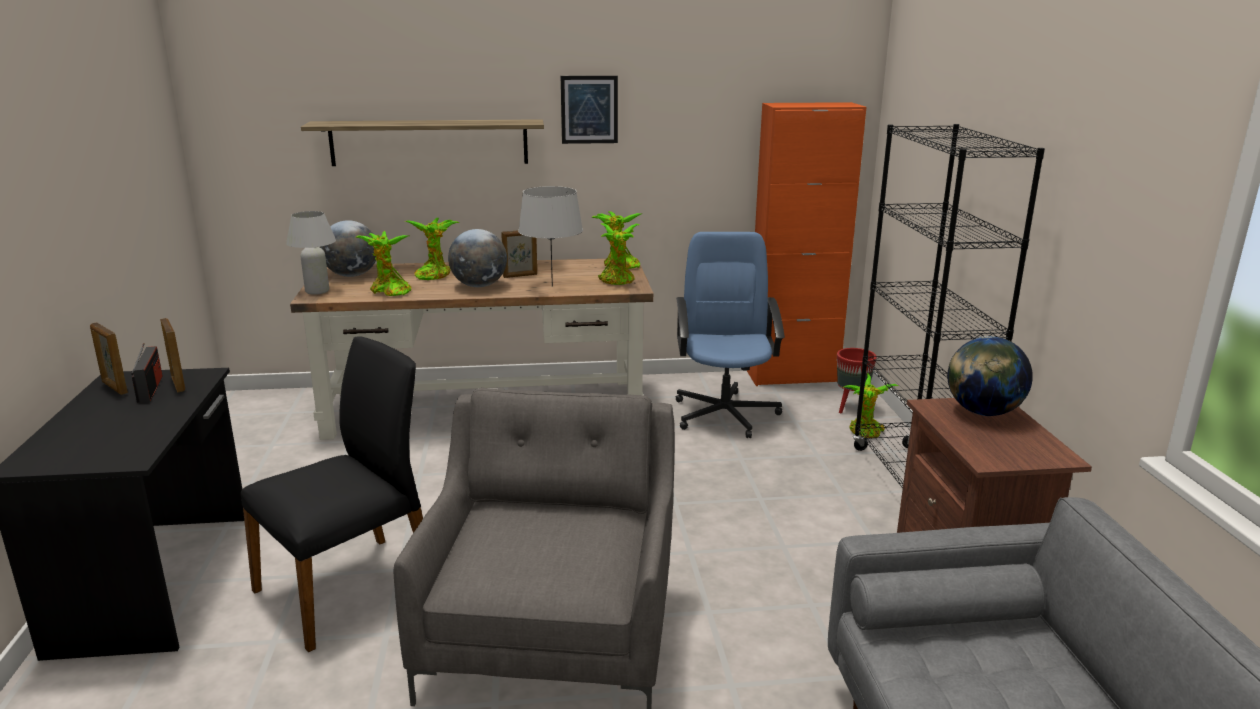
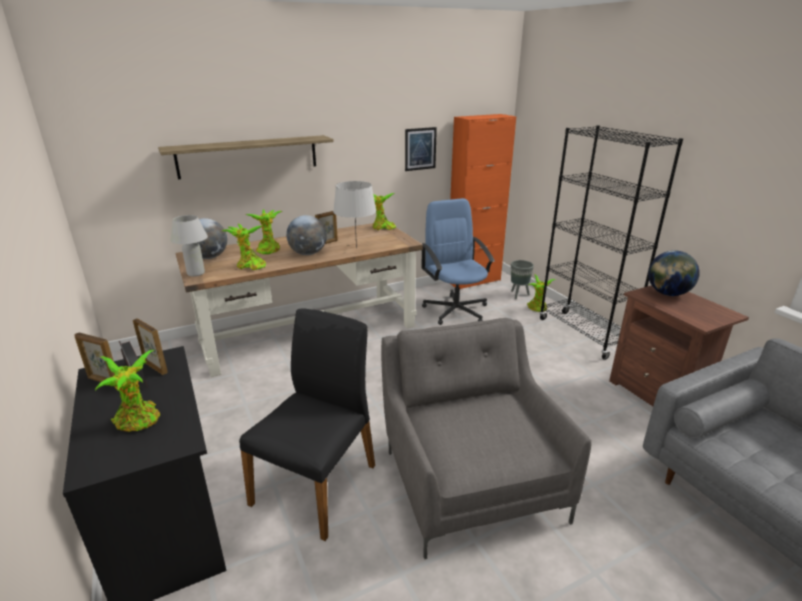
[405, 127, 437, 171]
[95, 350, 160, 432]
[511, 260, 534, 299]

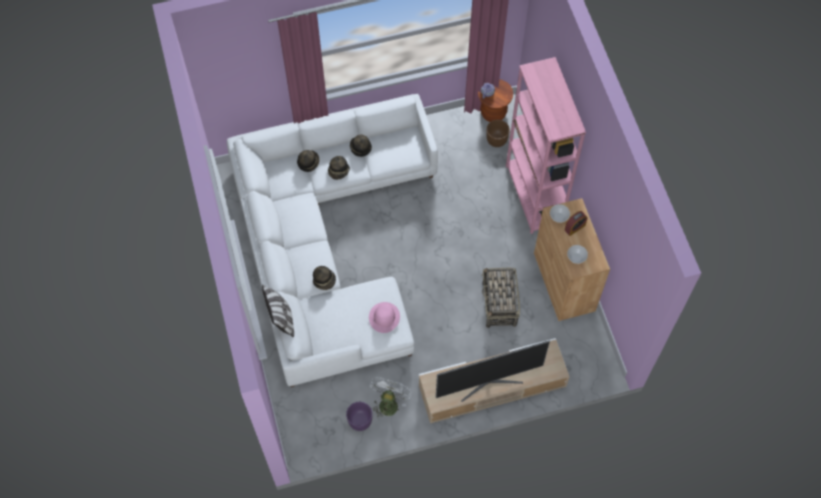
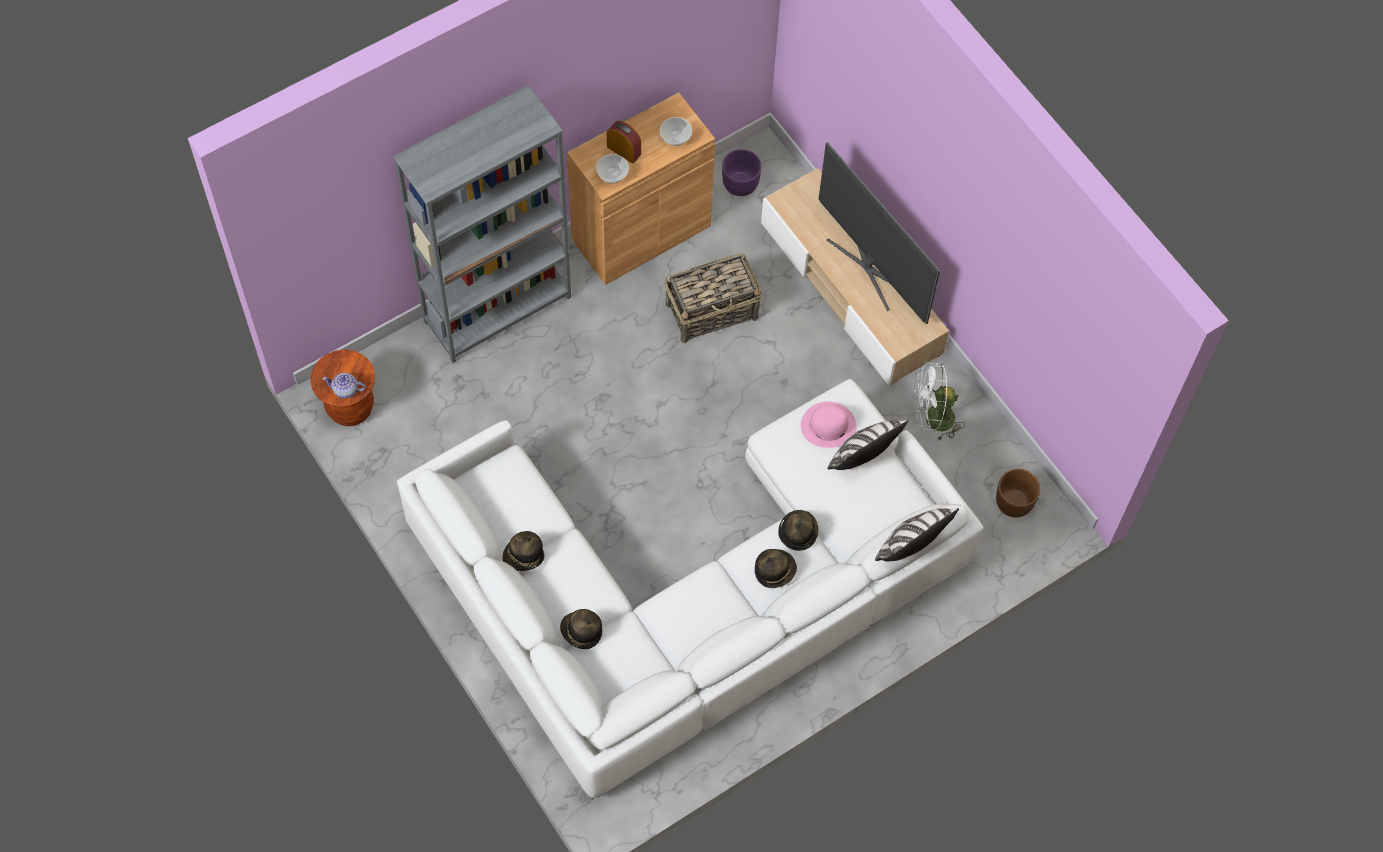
[393, 85, 571, 363]
[996, 469, 1040, 518]
[755, 549, 797, 588]
[722, 149, 761, 196]
[827, 420, 908, 470]

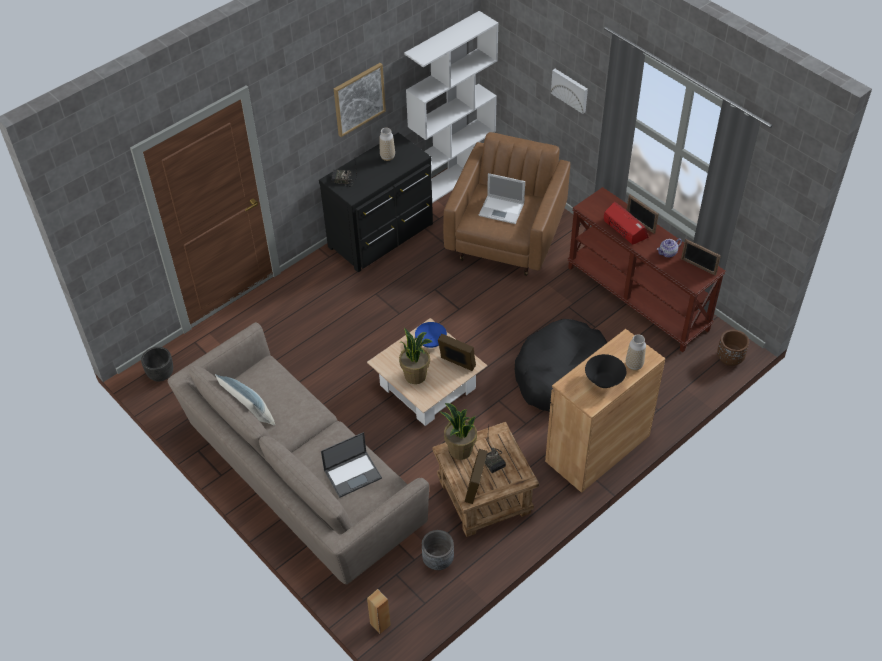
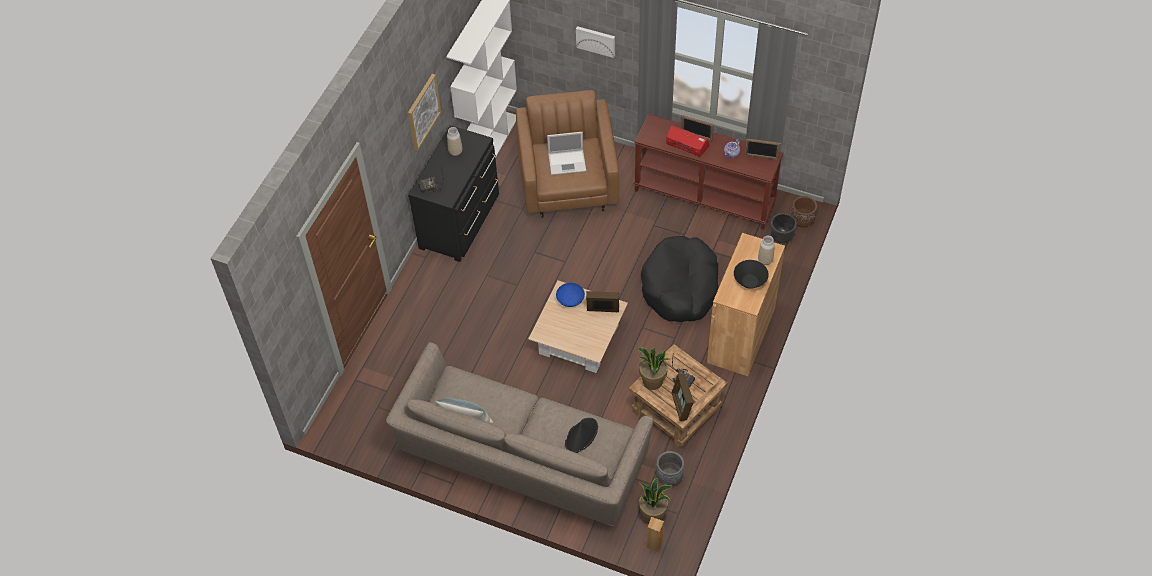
[639, 477, 673, 523]
[770, 213, 797, 243]
[565, 418, 598, 453]

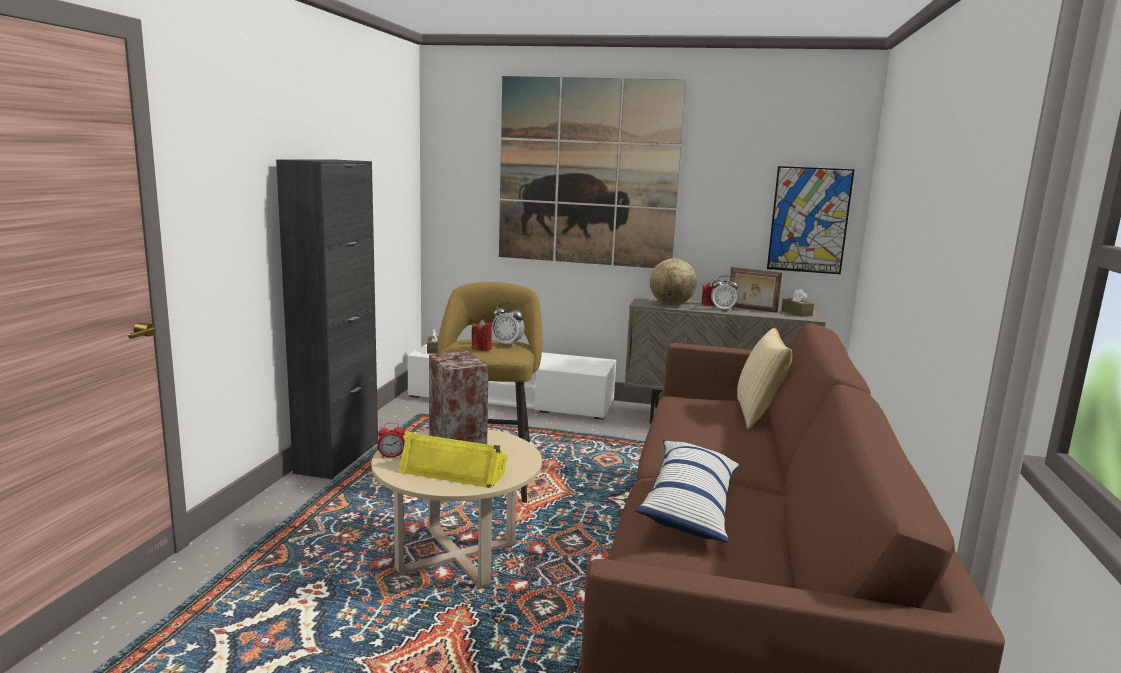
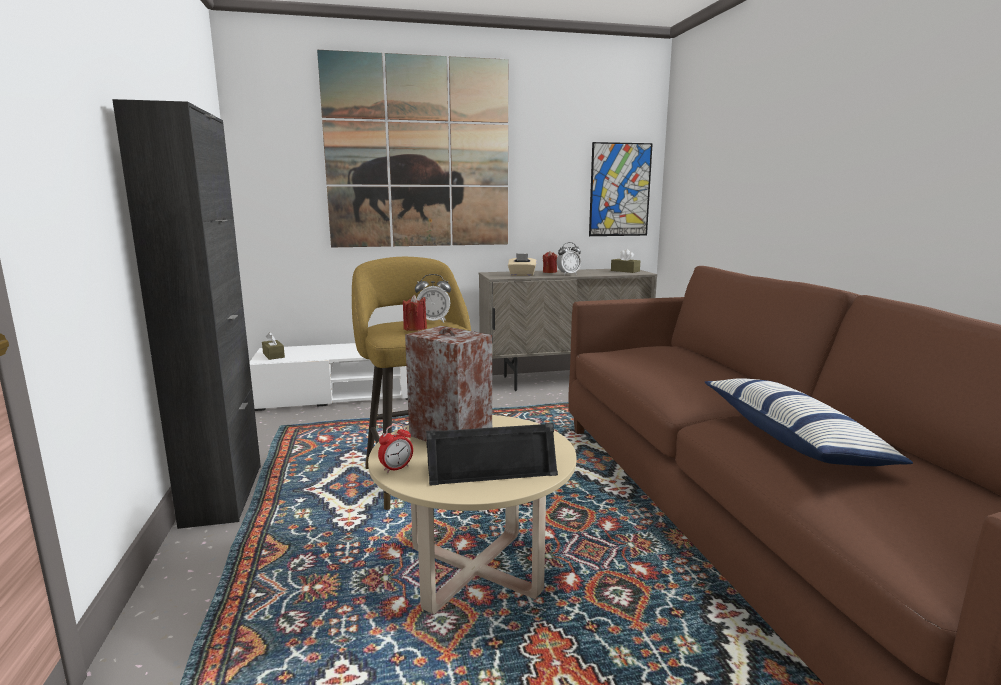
[508, 253, 537, 276]
[729, 267, 782, 313] (first image)
[737, 328, 792, 429] (first image)
[427, 423, 558, 486]

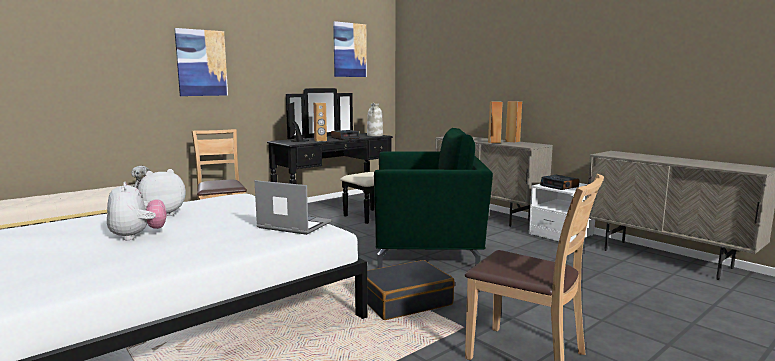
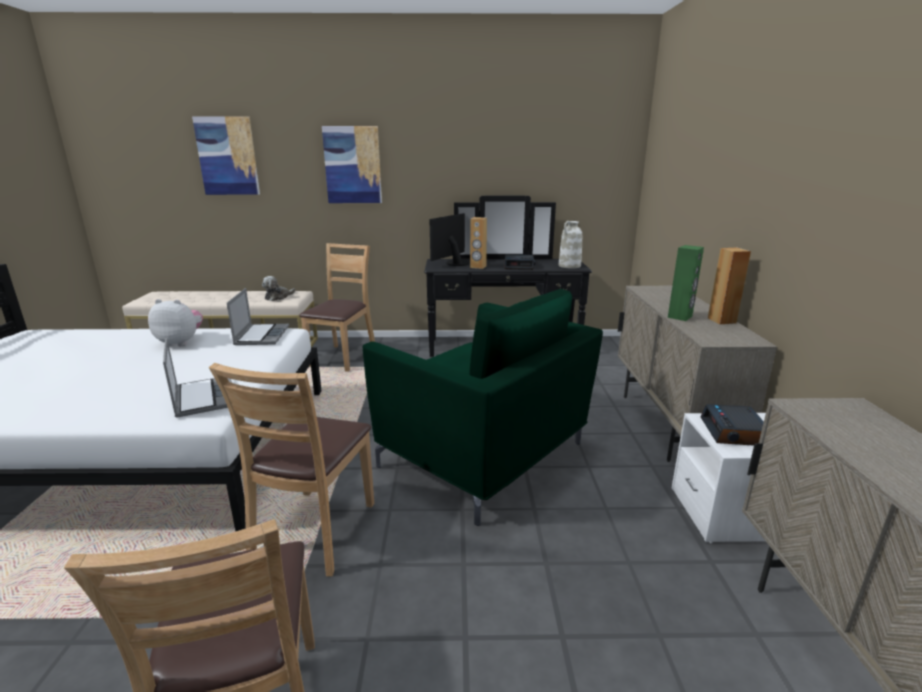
[192, 116, 260, 195]
[668, 245, 704, 321]
[107, 182, 166, 240] (first image)
[209, 363, 374, 576]
[227, 288, 289, 345]

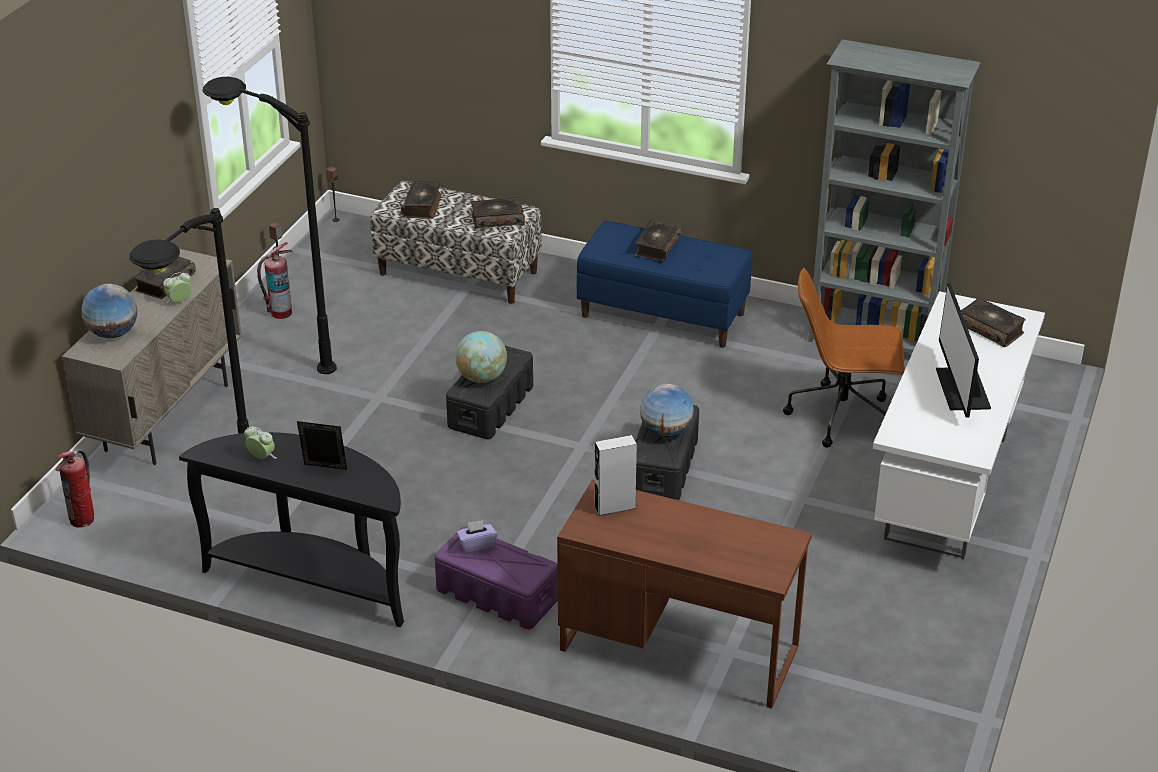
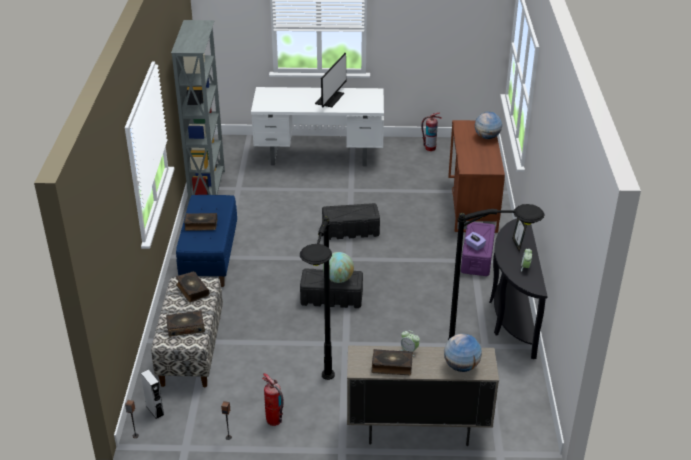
[783, 268, 905, 448] (first image)
[315, 53, 347, 107]
[961, 298, 1025, 347] (first image)
[475, 112, 502, 139]
[141, 369, 164, 419]
[421, 113, 442, 151]

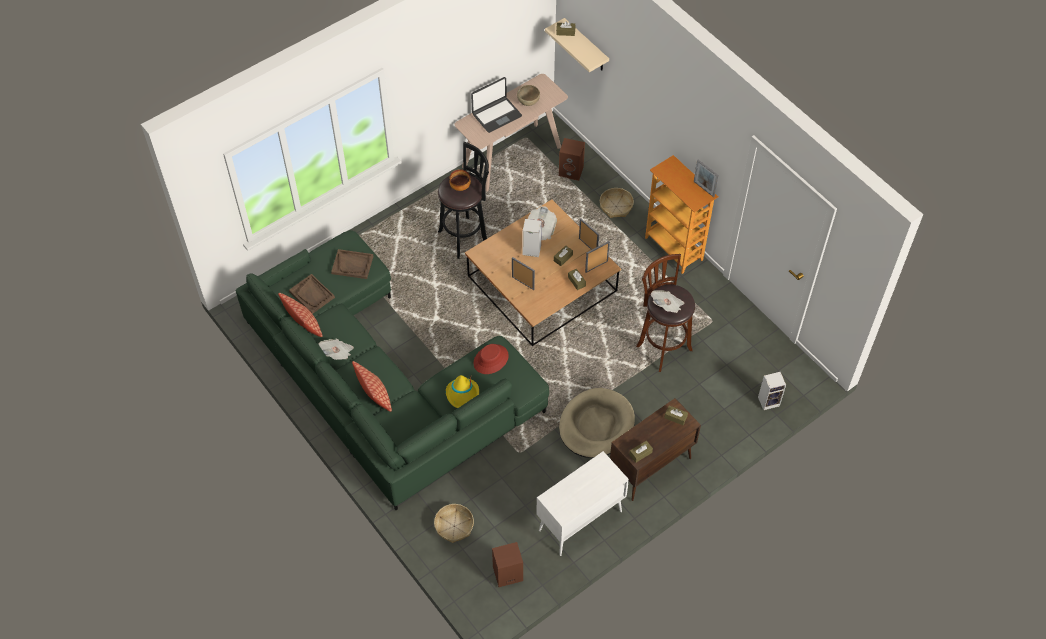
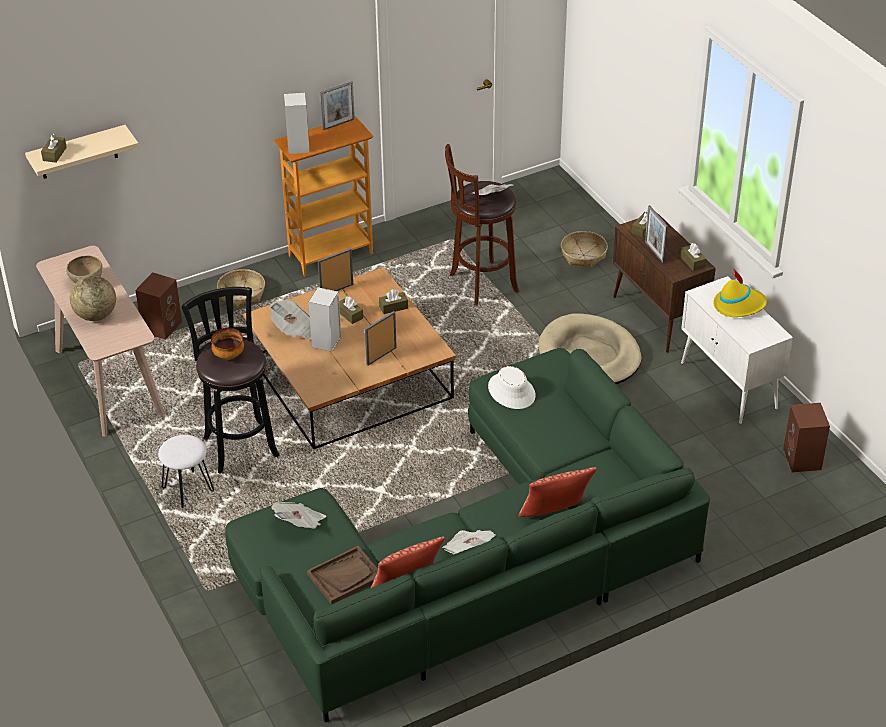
[70, 276, 116, 321]
[645, 205, 668, 263]
[271, 502, 326, 529]
[488, 366, 536, 409]
[284, 92, 310, 154]
[713, 268, 767, 317]
[561, 231, 608, 268]
[158, 435, 214, 508]

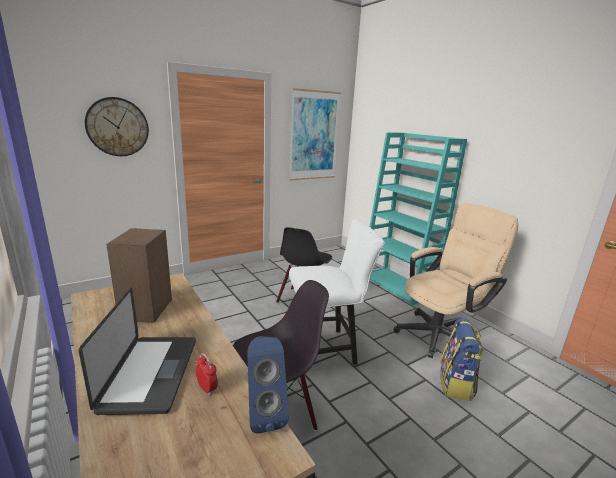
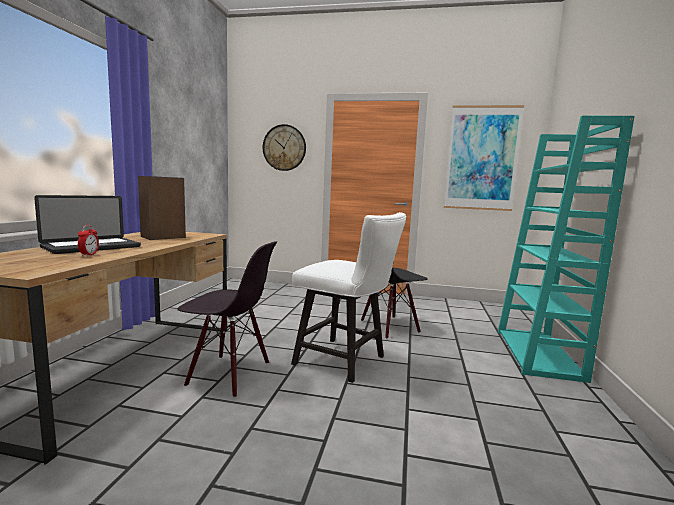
[393, 203, 519, 358] (first image)
[440, 318, 482, 401] (first image)
[247, 336, 289, 434] (first image)

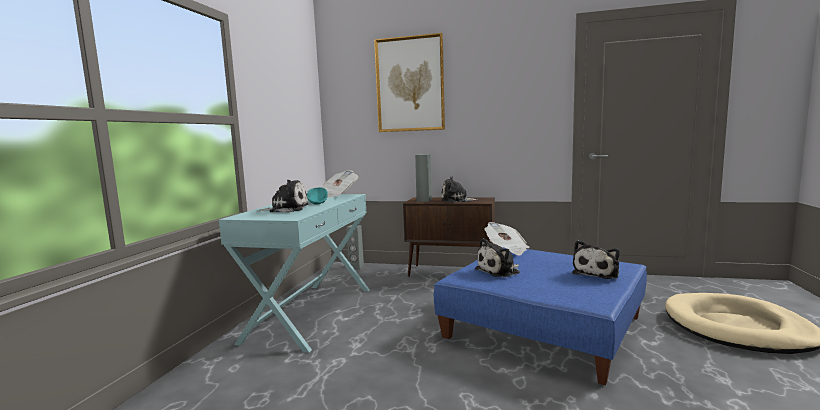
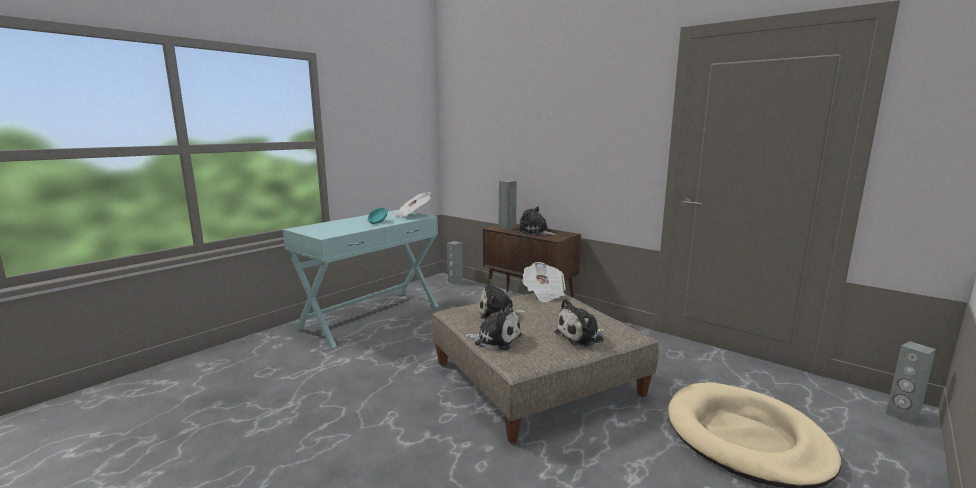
[374, 33, 445, 132] (first image)
[464, 304, 522, 350]
[432, 293, 659, 444]
[886, 341, 936, 424]

